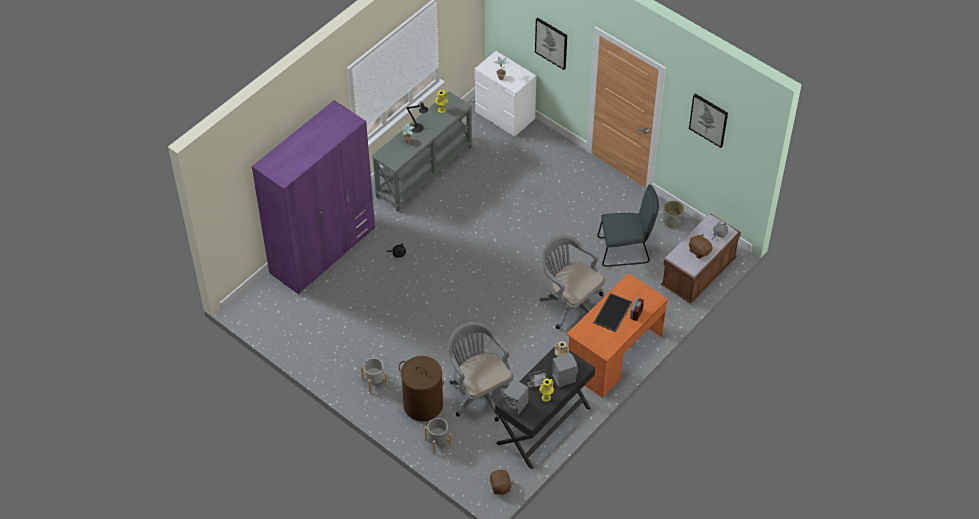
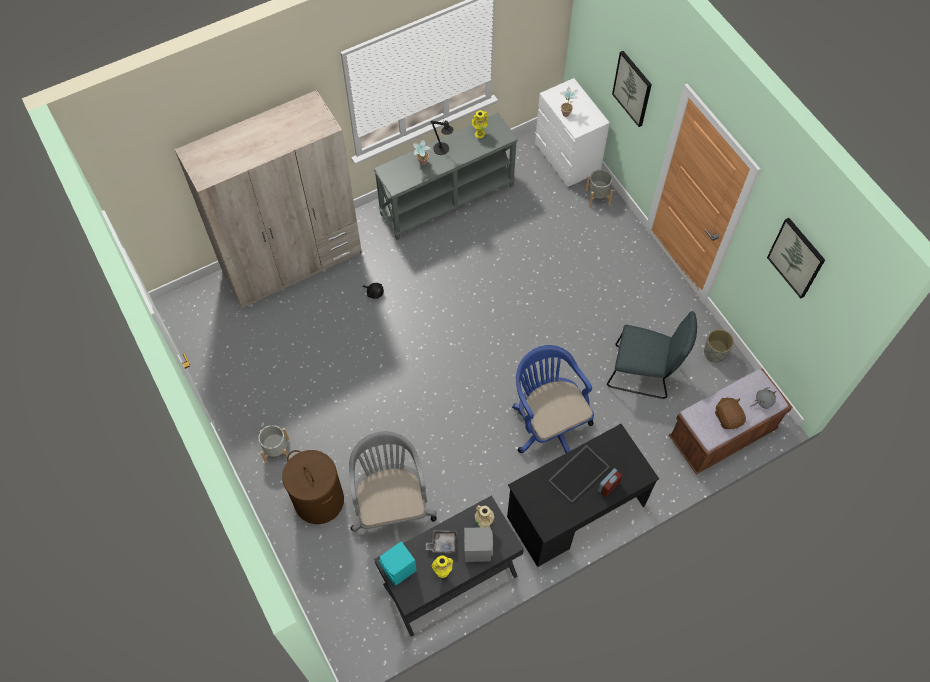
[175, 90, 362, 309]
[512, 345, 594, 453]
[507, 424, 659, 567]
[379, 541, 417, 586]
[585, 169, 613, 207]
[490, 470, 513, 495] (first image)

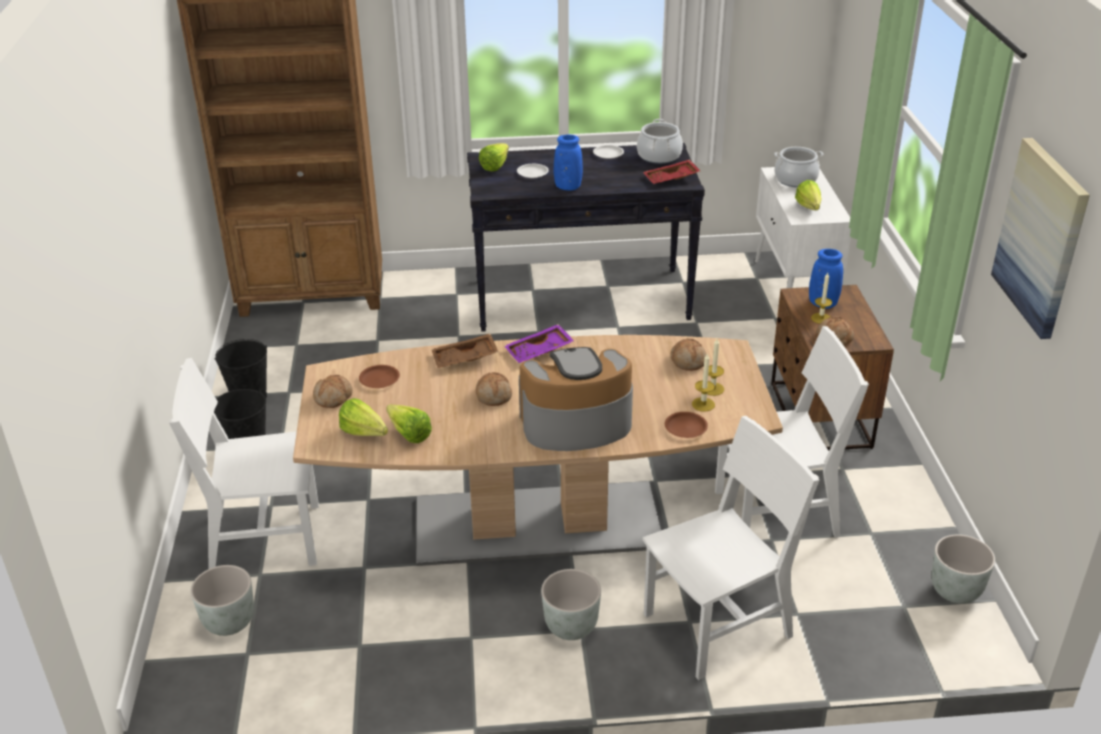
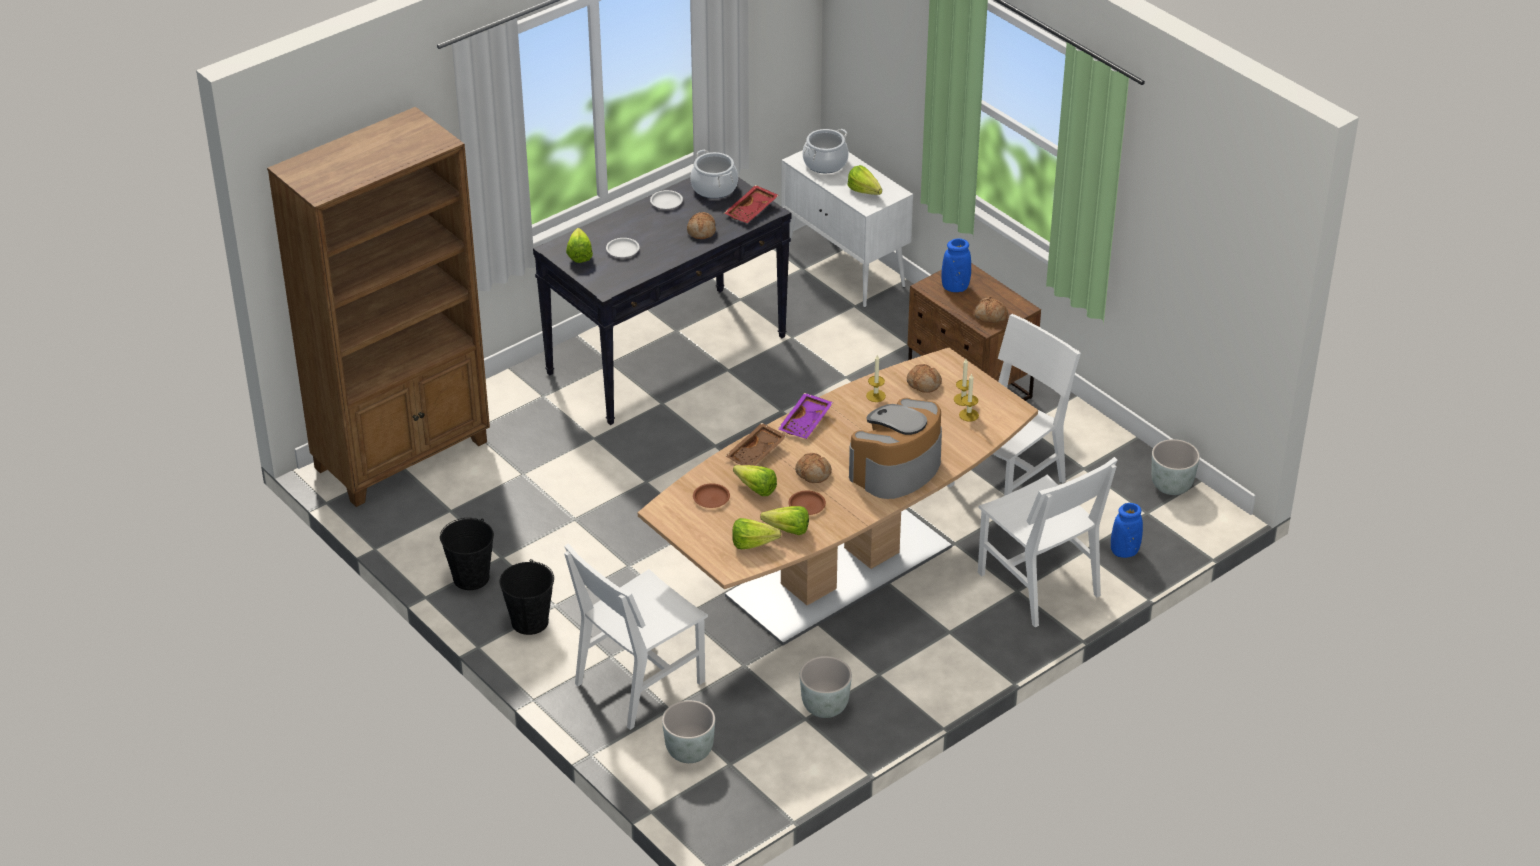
[1111, 503, 1143, 558]
[991, 138, 1090, 339] (first image)
[866, 355, 886, 402]
[687, 212, 716, 239]
[788, 491, 826, 515]
[978, 457, 1117, 627]
[800, 656, 852, 718]
[733, 465, 777, 496]

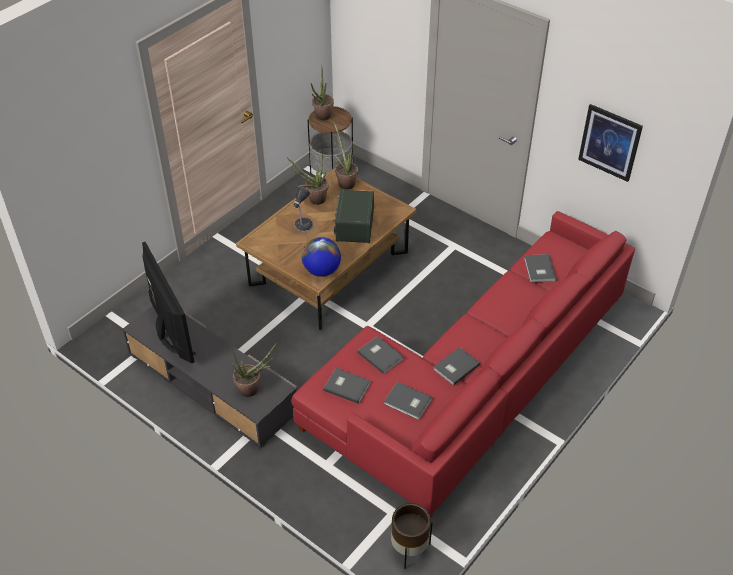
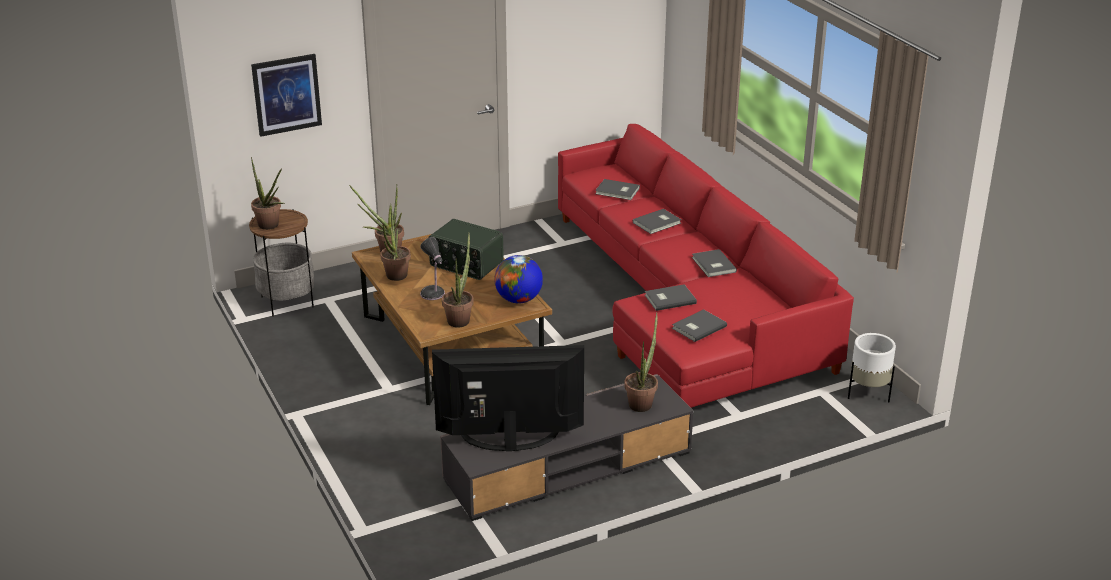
[251, 54, 322, 137]
[633, 209, 682, 234]
[848, 333, 896, 402]
[442, 233, 474, 328]

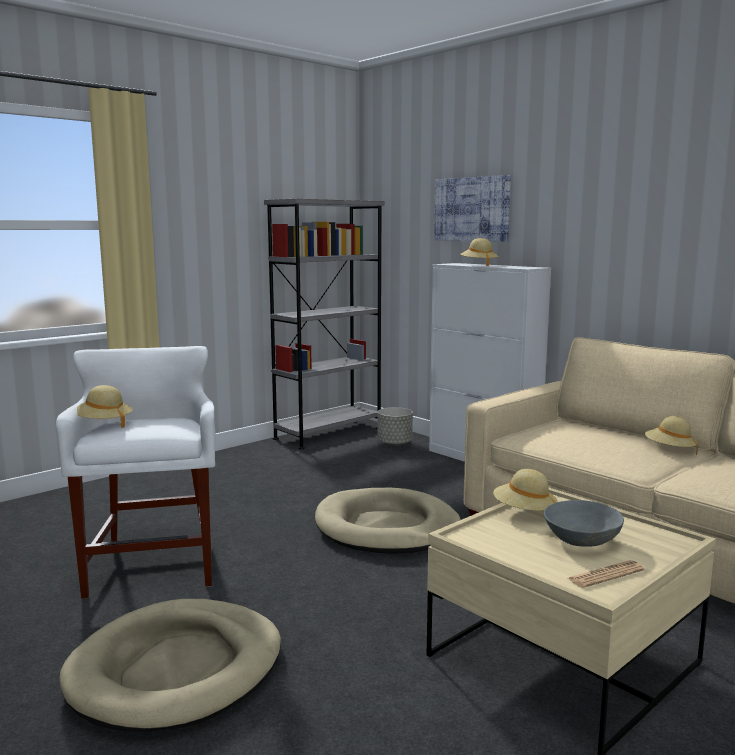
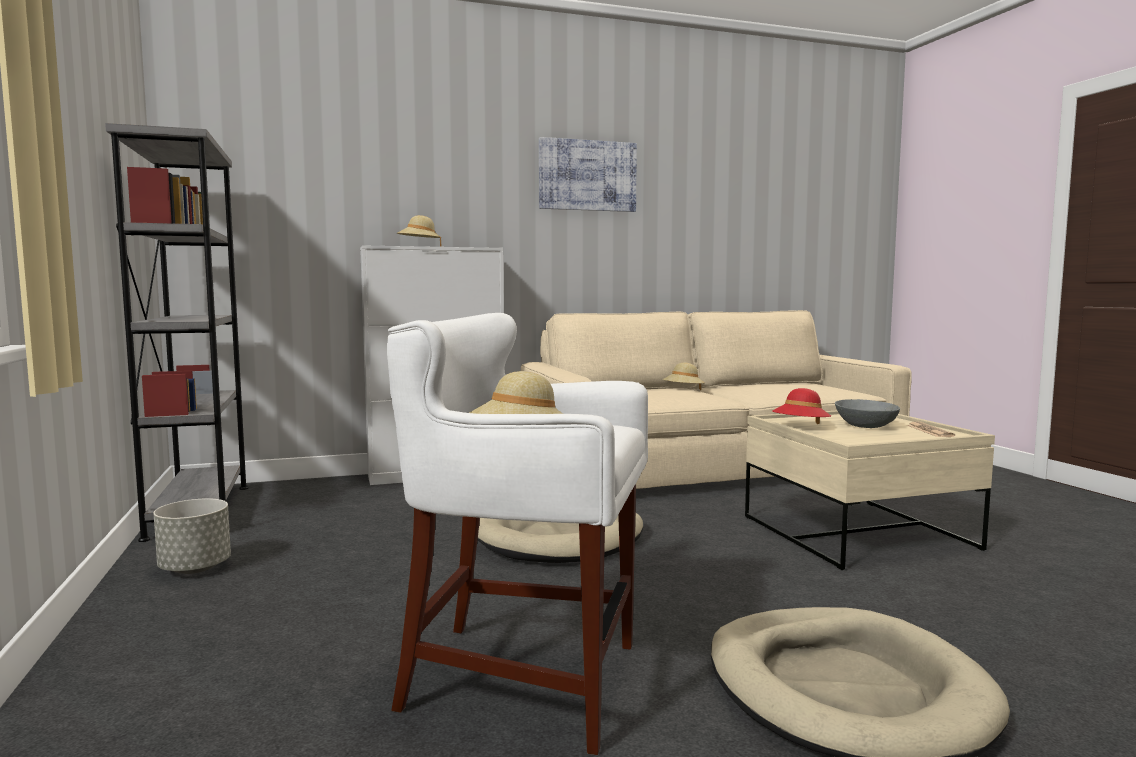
[539, 137, 637, 212]
[154, 498, 231, 574]
[773, 388, 831, 424]

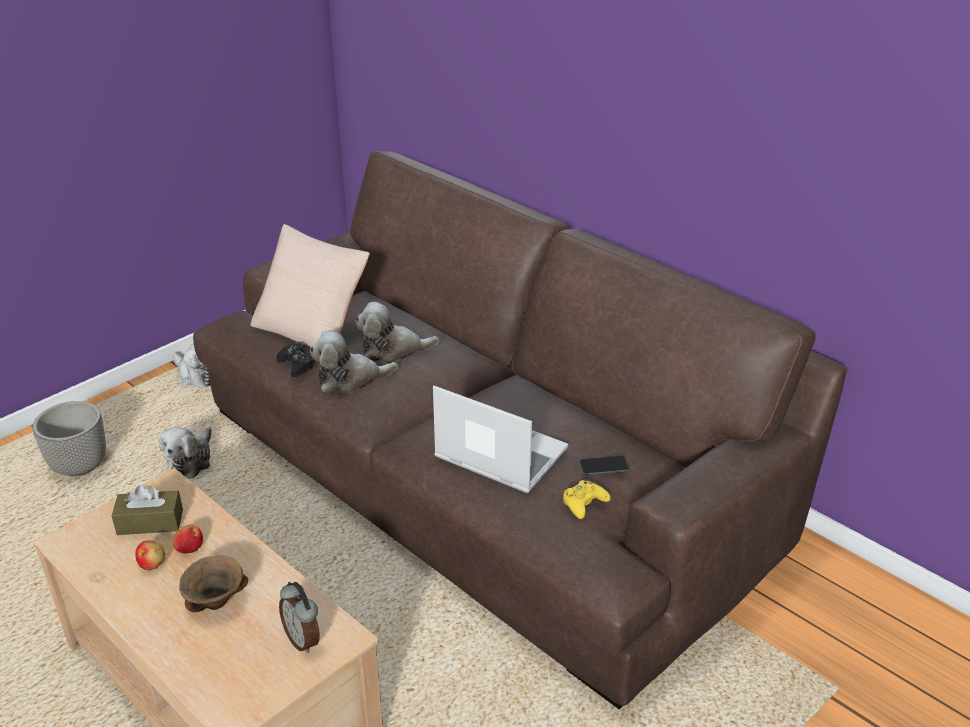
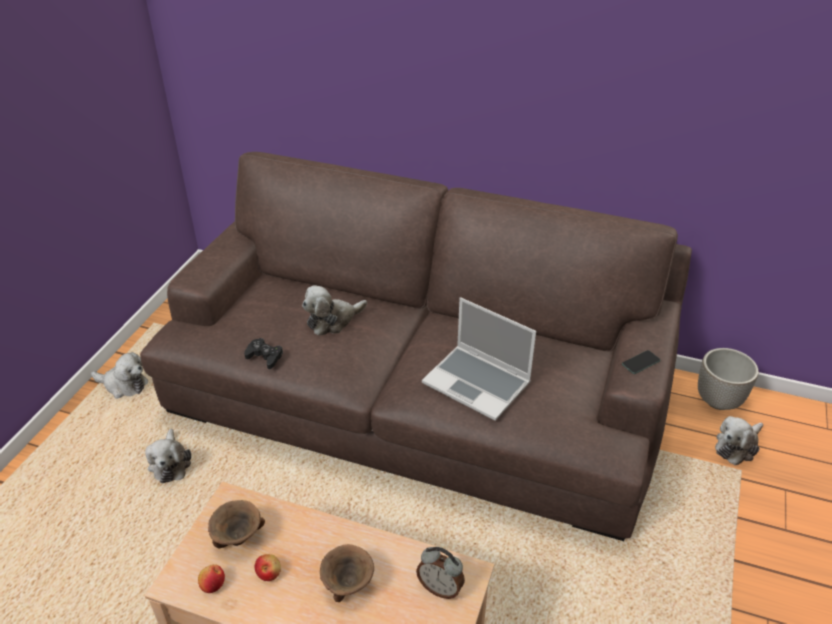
[250, 224, 370, 348] (first image)
[715, 416, 763, 465]
[422, 297, 536, 421]
[698, 348, 759, 410]
[622, 350, 661, 374]
[563, 479, 611, 519] (first image)
[208, 500, 265, 548]
[198, 564, 225, 593]

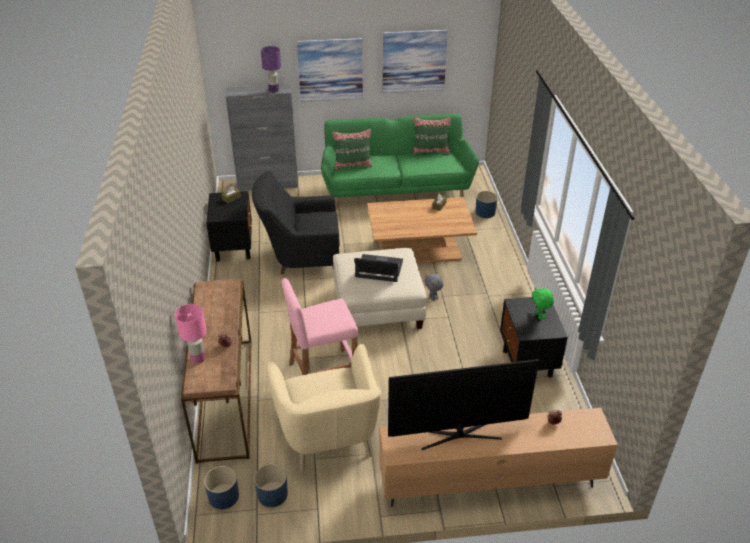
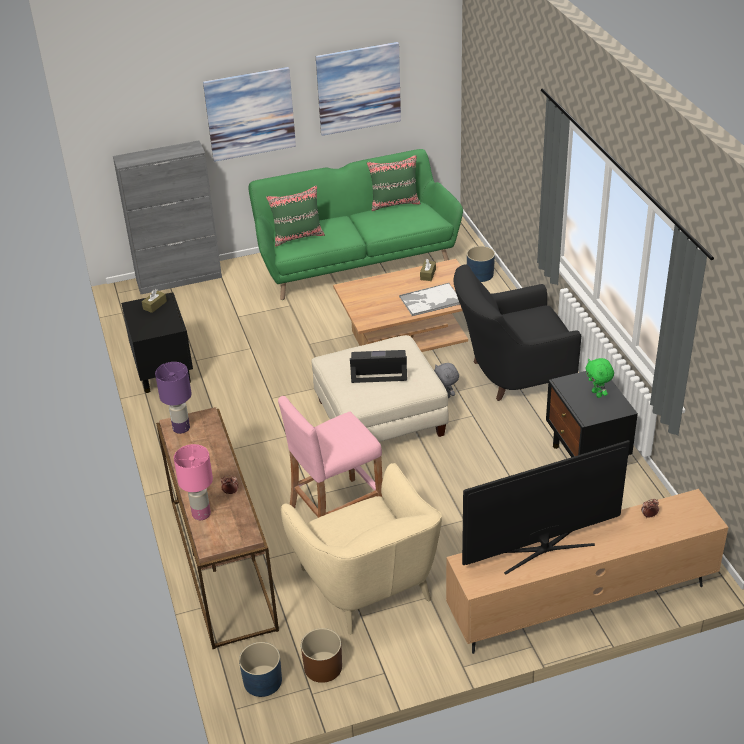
[155, 362, 192, 434]
[453, 265, 581, 401]
[301, 628, 342, 683]
[399, 283, 460, 316]

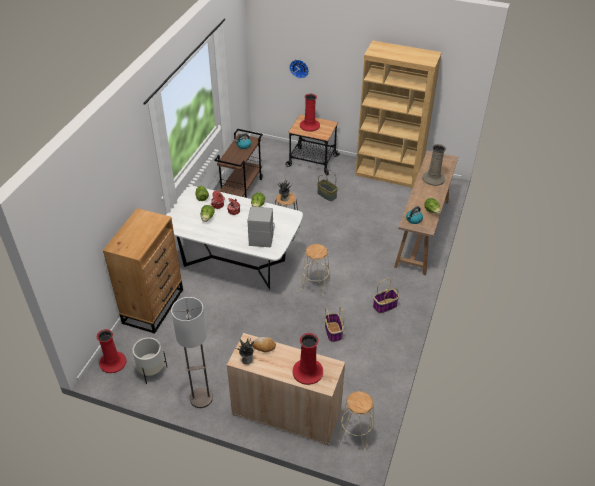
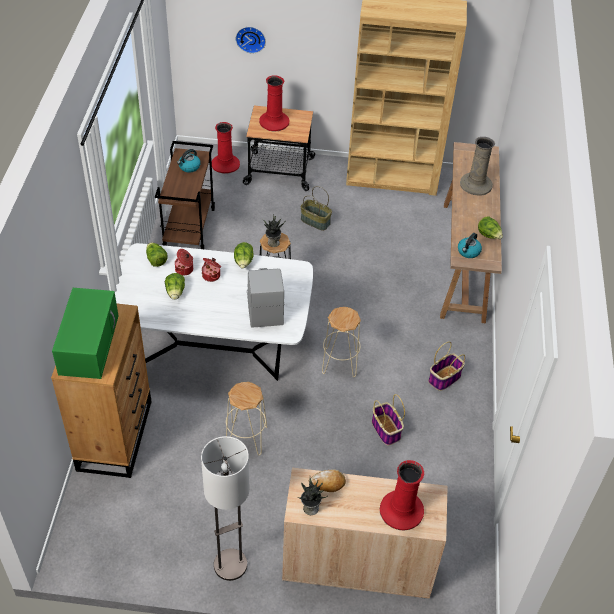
[212, 122, 240, 174]
[132, 337, 167, 384] (first image)
[226, 382, 267, 455]
[52, 288, 119, 379]

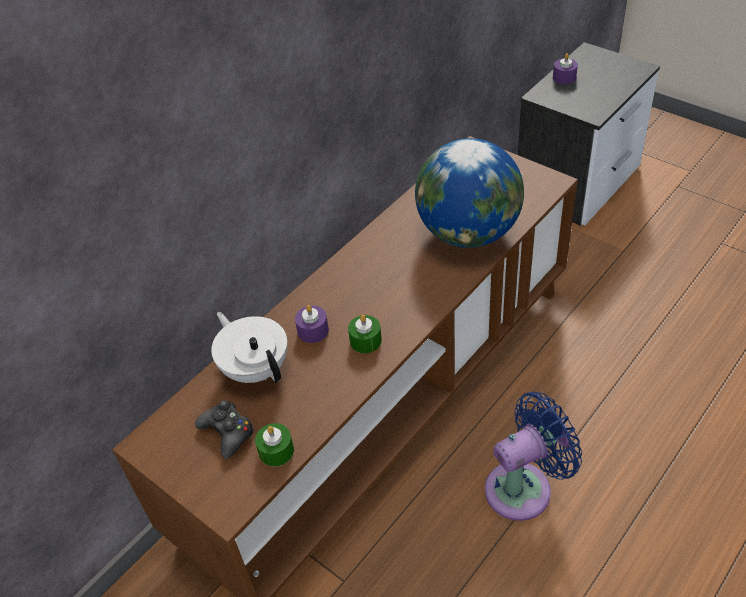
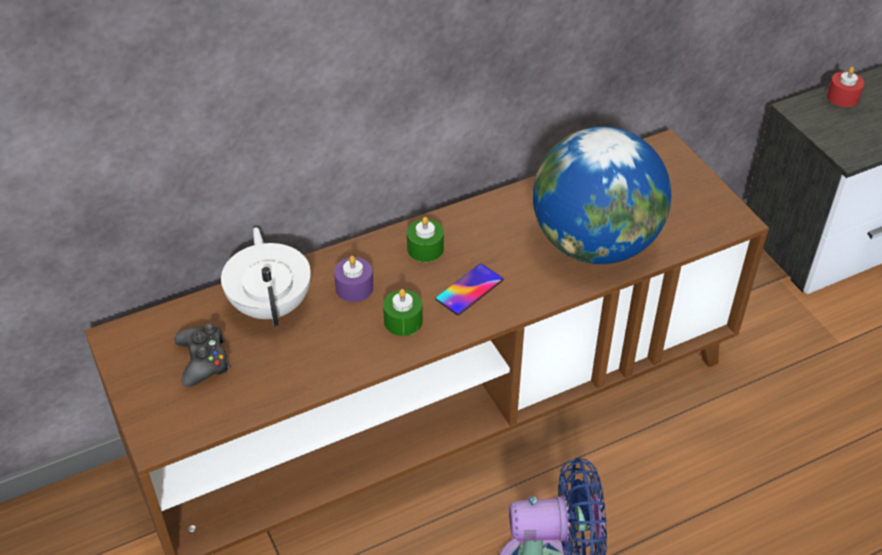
[827, 67, 864, 107]
[407, 217, 444, 262]
[436, 264, 503, 315]

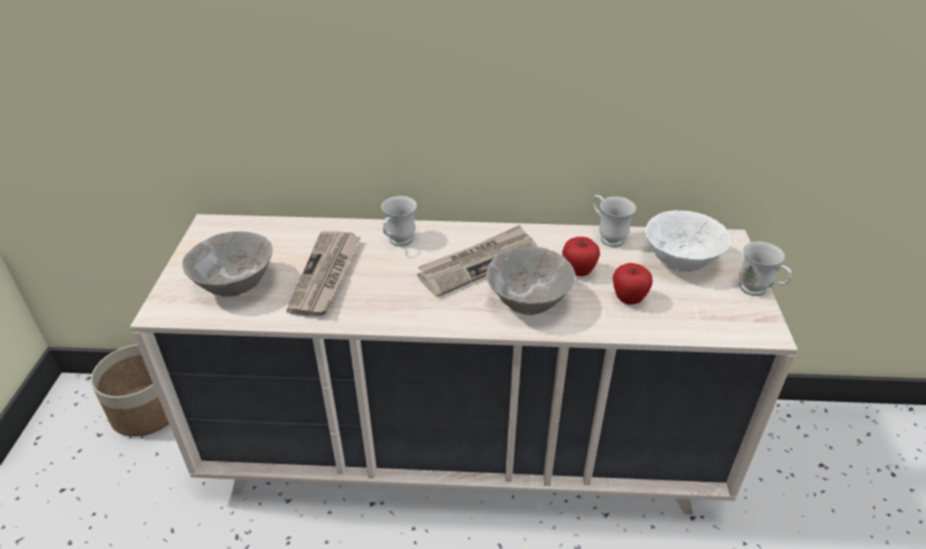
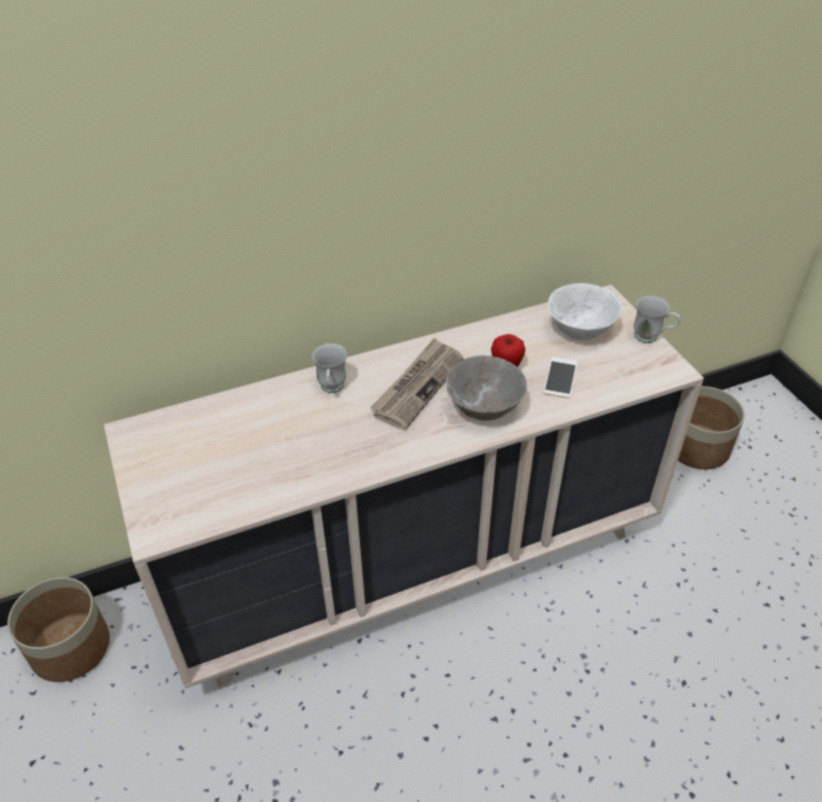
[593, 195, 636, 247] (first image)
[182, 231, 273, 297] (first image)
[286, 231, 361, 316] (first image)
[543, 357, 578, 398]
[678, 386, 745, 469]

